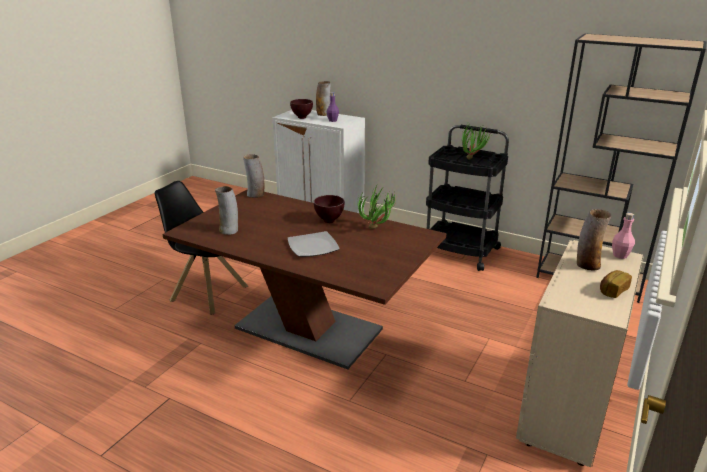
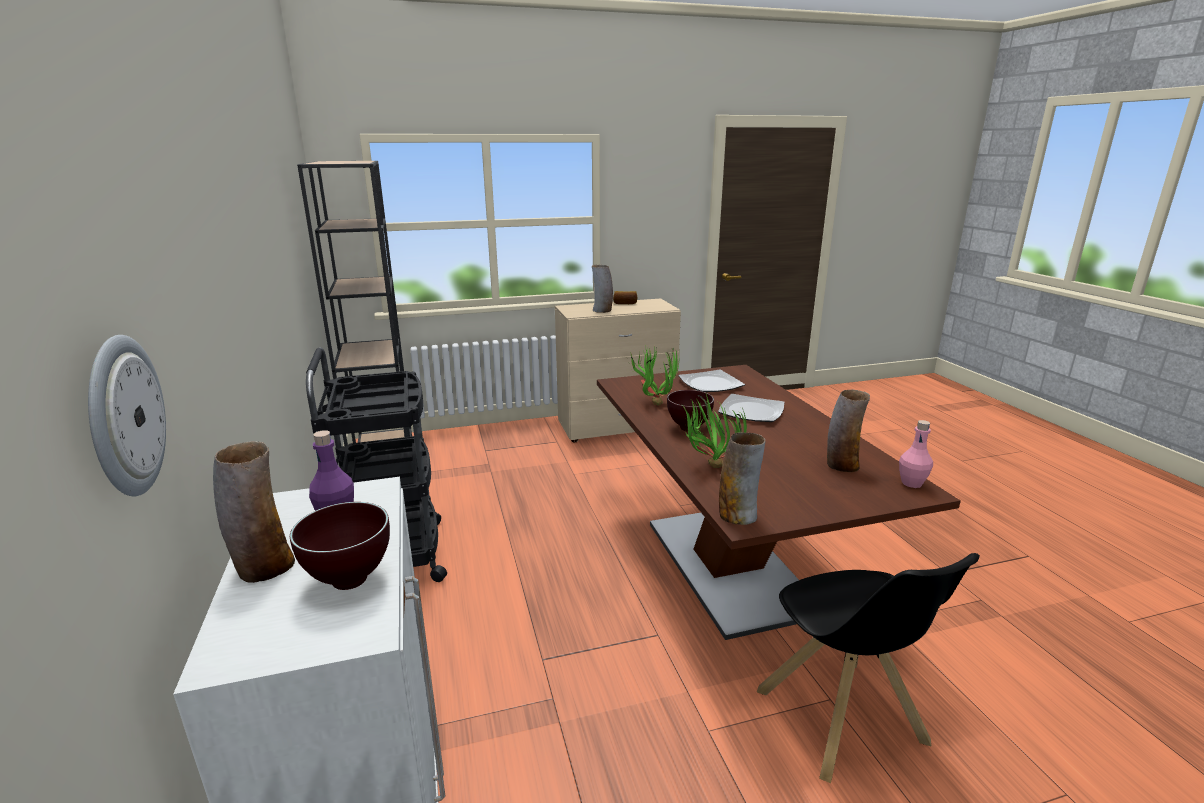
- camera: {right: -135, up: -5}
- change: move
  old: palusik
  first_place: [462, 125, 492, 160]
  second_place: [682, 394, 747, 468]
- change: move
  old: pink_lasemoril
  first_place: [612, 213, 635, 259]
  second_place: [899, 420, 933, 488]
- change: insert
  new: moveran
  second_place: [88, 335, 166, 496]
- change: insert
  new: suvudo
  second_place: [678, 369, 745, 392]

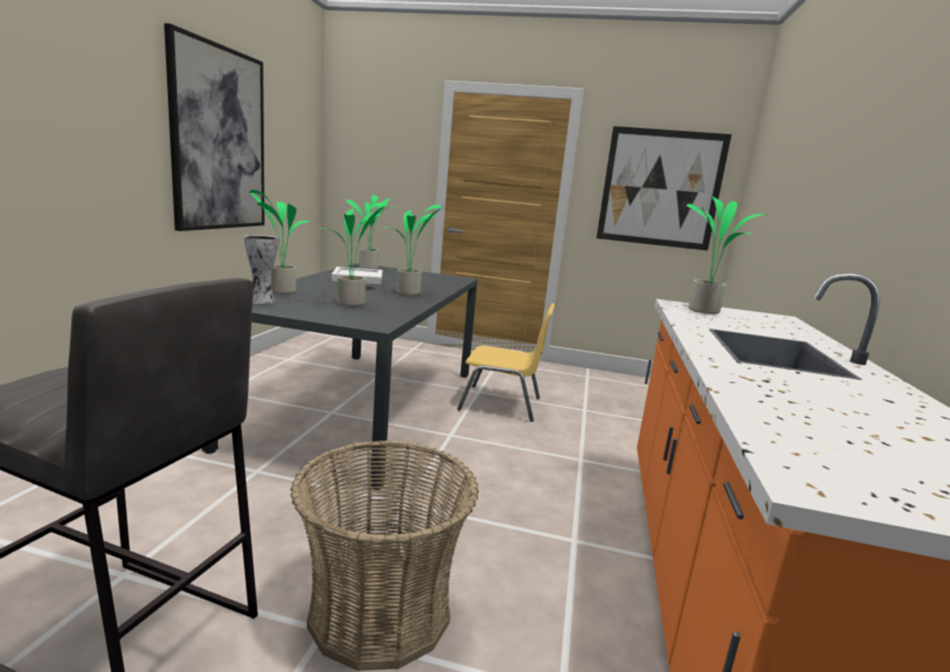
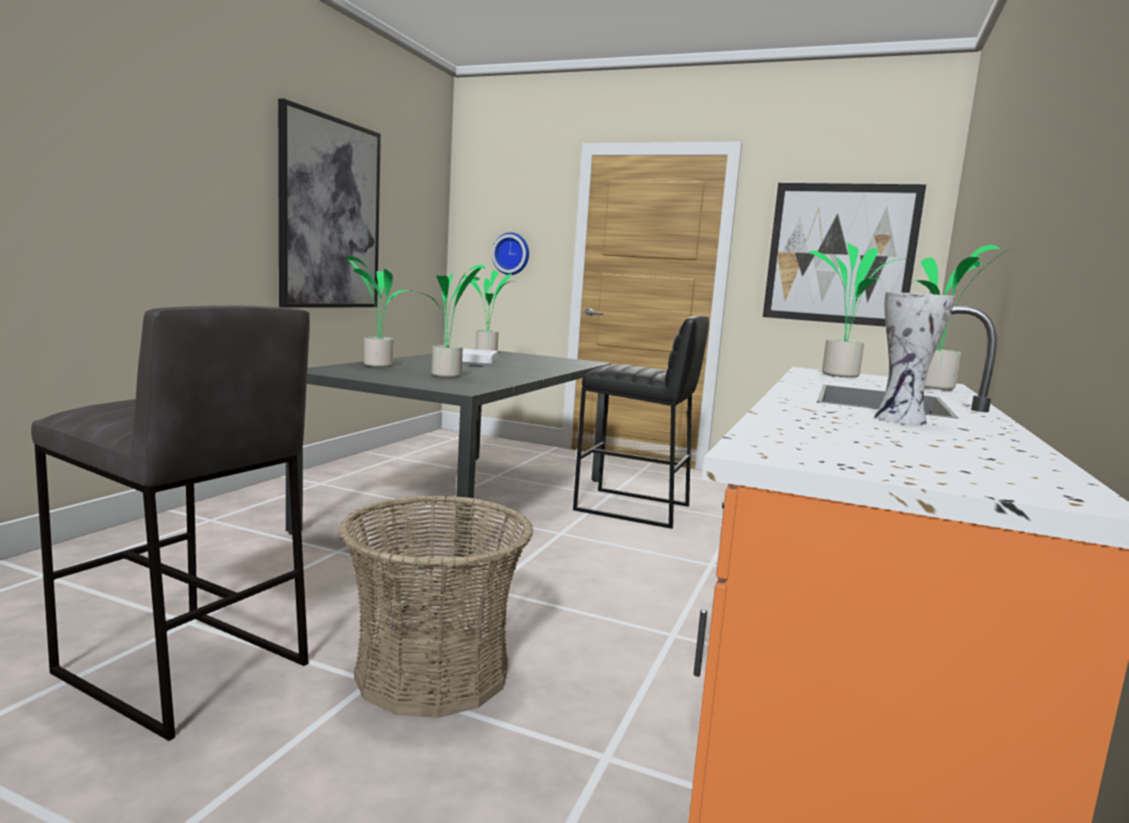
- camera: {right: 10, up: -5}
- change: move
  old: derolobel
  first_place: [244, 235, 279, 304]
  second_place: [874, 292, 955, 425]
- change: move
  old: palusik
  first_place: [384, 205, 441, 296]
  second_place: [912, 245, 1014, 390]
- change: replace
  old: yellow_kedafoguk
  new: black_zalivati
  first_place: [457, 303, 555, 422]
  second_place: [573, 316, 709, 529]
- change: insert
  new: moveran
  second_place: [492, 232, 529, 275]

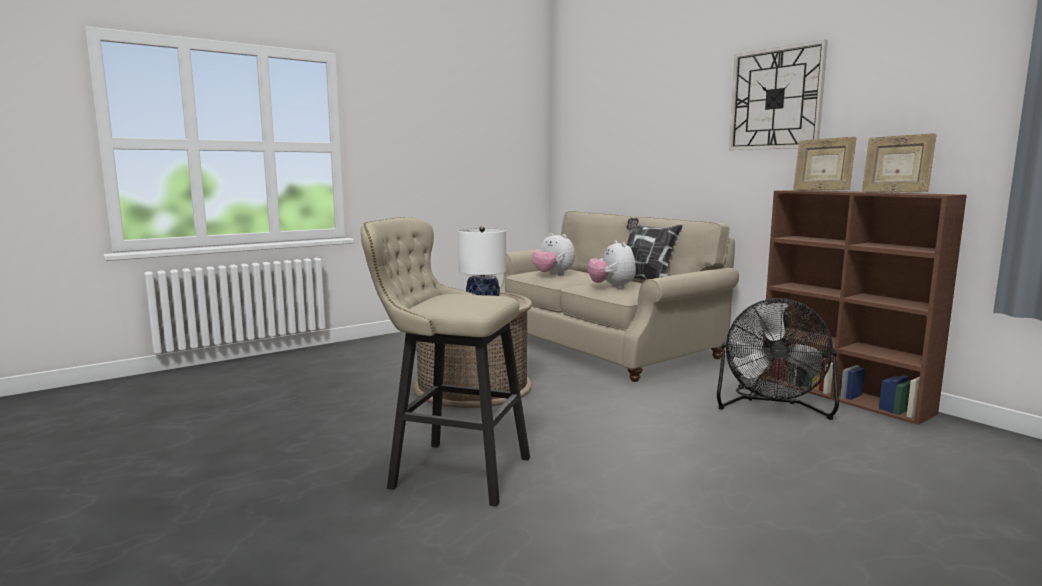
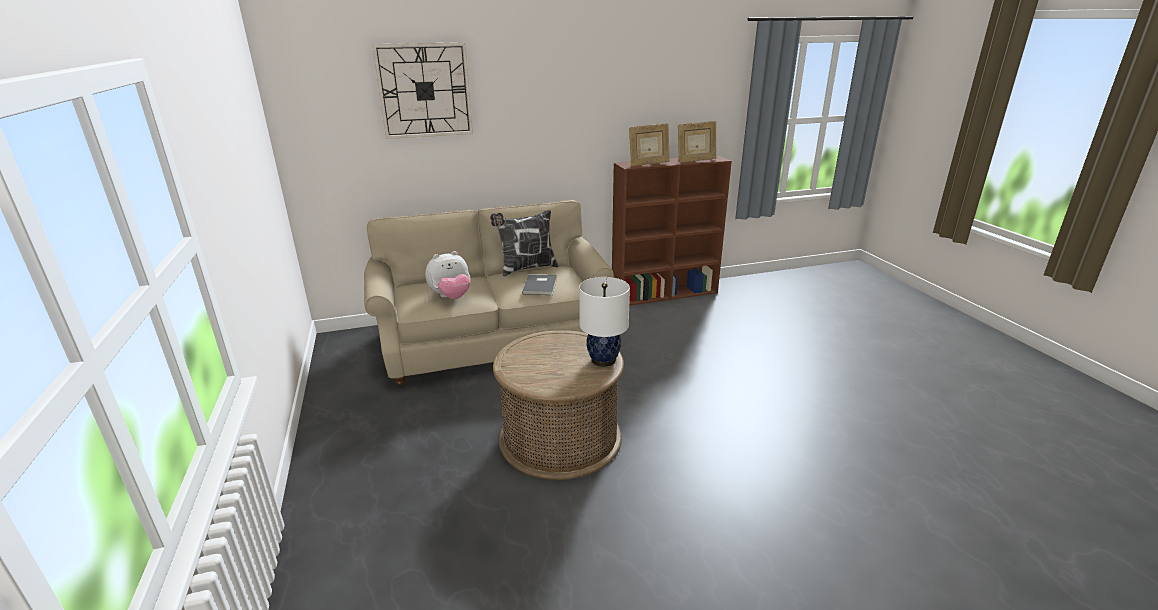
- camera: {right: -70, up: 15}
- change: delete
  old: beige_zalivati
  first_place: [361, 217, 530, 507]
- change: replace
  old: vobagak
  new: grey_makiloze
  first_place: [588, 240, 636, 289]
  second_place: [522, 275, 557, 295]
- change: delete
  old: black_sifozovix
  first_place: [717, 298, 839, 420]
- change: move
  old: moveran
  first_place: [729, 39, 828, 150]
  second_place: [372, 42, 473, 139]

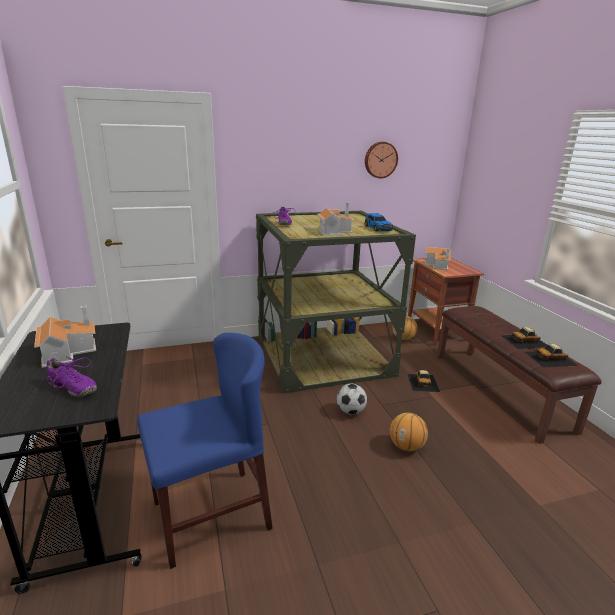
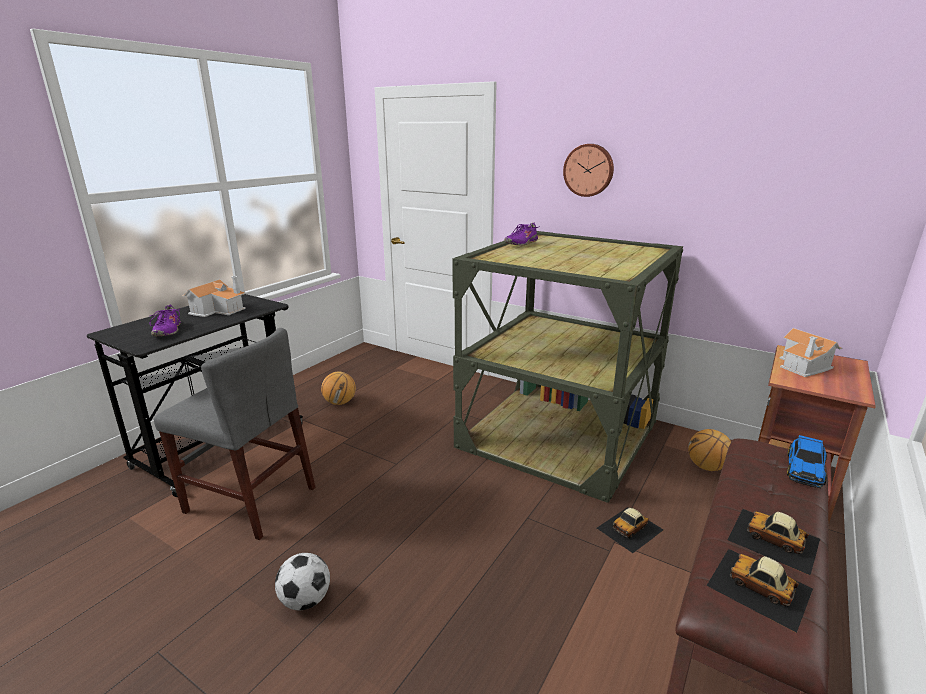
- camera: {right: 50, up: 0}
- change: recolor
  old: blue_kedafoguk
  new: grey_kedafoguk
  first_place: [137, 332, 273, 569]
  second_place: [154, 328, 315, 540]
- change: delete
  old: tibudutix
  first_place: [317, 203, 354, 235]
- change: move
  old: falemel
  first_place: [336, 384, 367, 415]
  second_place: [275, 553, 330, 610]
- change: move
  old: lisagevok
  first_place: [364, 213, 393, 232]
  second_place: [787, 435, 827, 488]
- change: move
  old: moveran
  first_place: [365, 142, 398, 178]
  second_place: [563, 144, 614, 197]
- change: move
  old: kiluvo
  first_place: [390, 413, 428, 451]
  second_place: [321, 372, 356, 405]

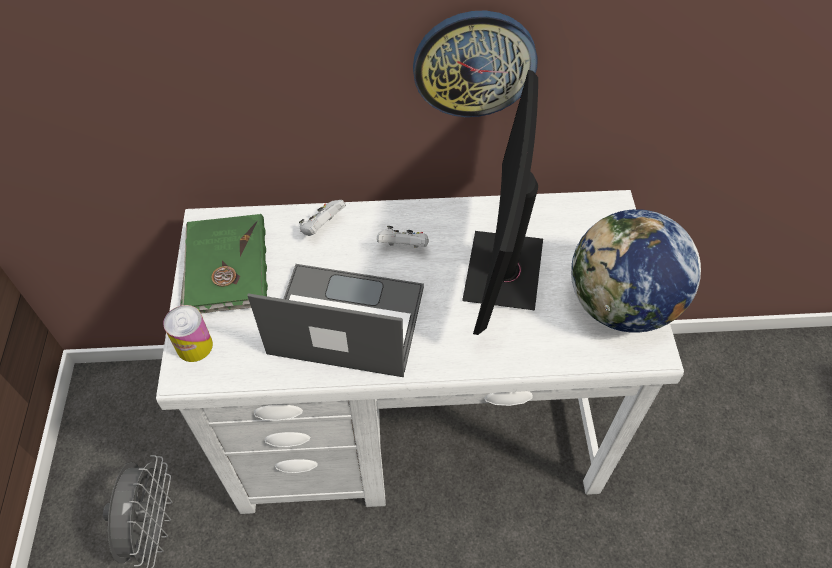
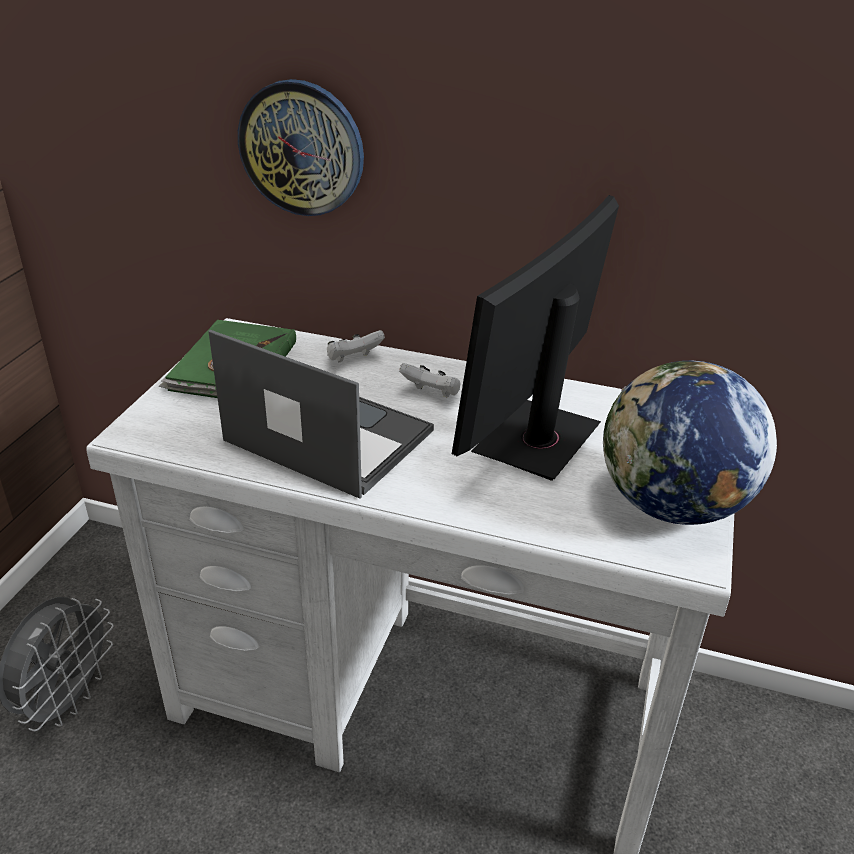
- camera: {right: 20, up: -20}
- change: delete
  old: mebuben
  first_place: [163, 305, 213, 362]
- change: move
  old: moveran
  first_place: [413, 11, 538, 117]
  second_place: [238, 79, 364, 216]

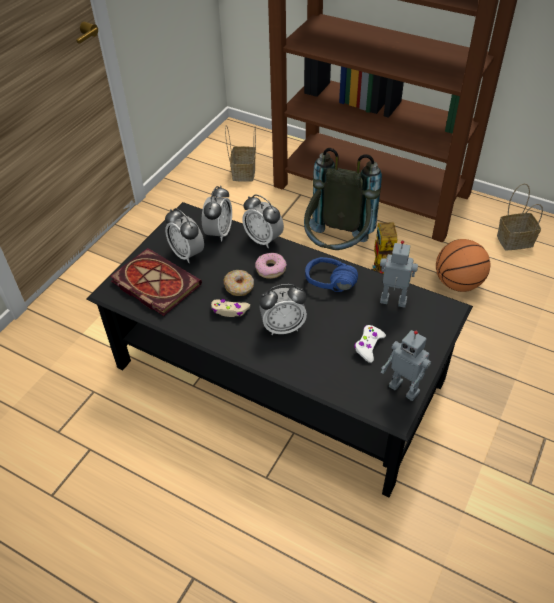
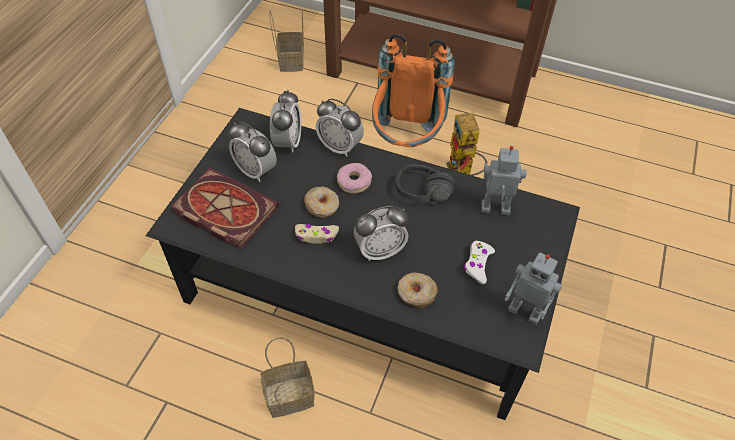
- camera: {right: -10, up: 5}
- change: recolor
  old: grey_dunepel
  new: orange_dunepel
  first_place: [304, 148, 382, 250]
  second_place: [372, 33, 455, 147]
- change: recolor
  old: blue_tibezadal
  new: black_tibezadal
  first_place: [305, 257, 358, 292]
  second_place: [395, 165, 455, 204]
- change: delete
  old: kiluvo
  first_place: [436, 239, 490, 292]
- change: move
  old: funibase
  first_place: [497, 184, 543, 250]
  second_place: [260, 337, 315, 418]
- change: insert
  new: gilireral
  second_place: [398, 272, 438, 307]

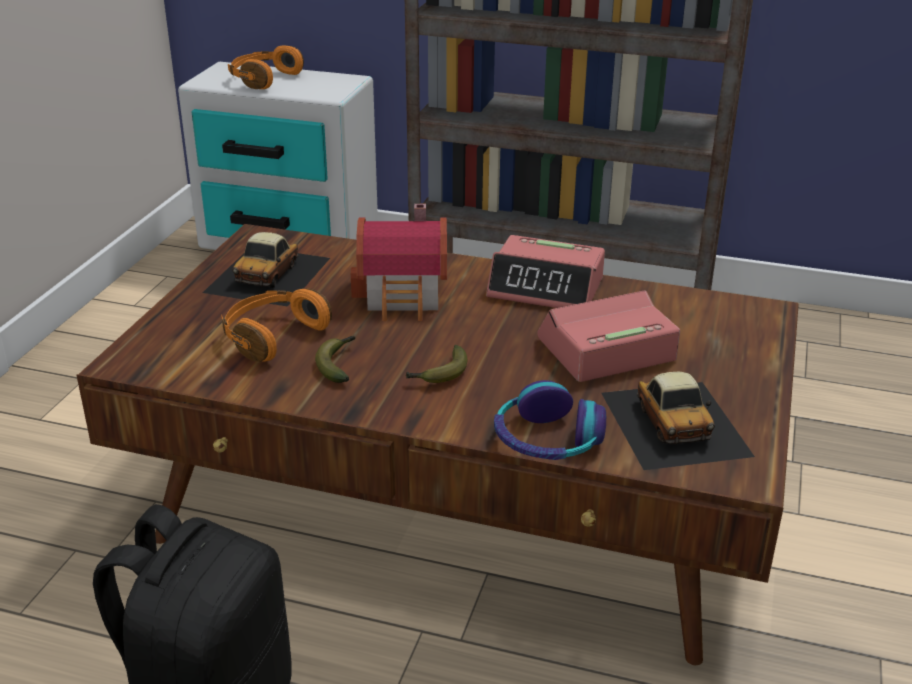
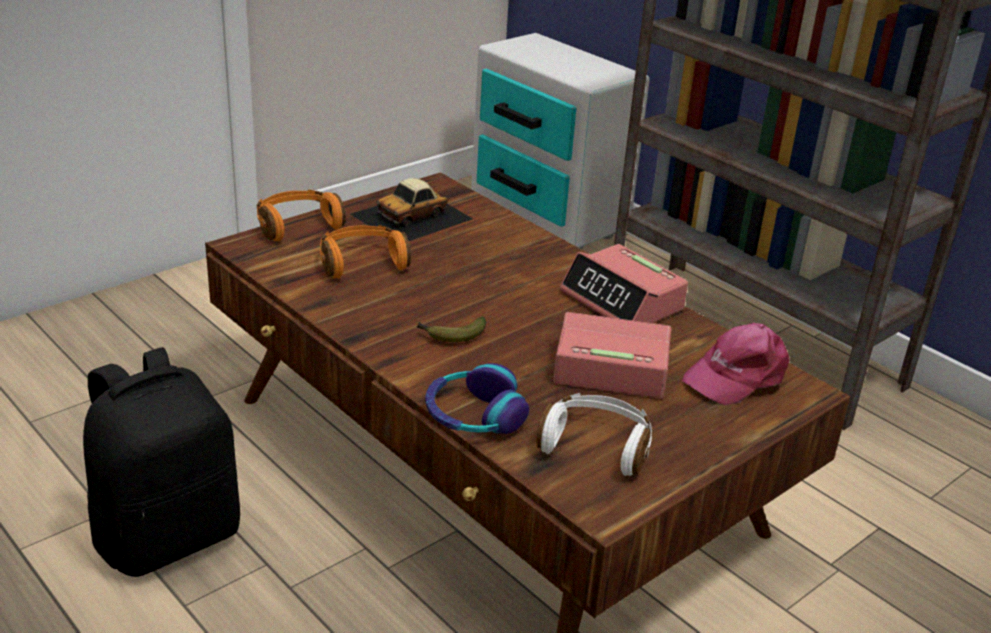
- camera: {right: 30, up: 0}
- change: move
  old: orange_tibezadal
  first_place: [228, 46, 304, 89]
  second_place: [257, 190, 346, 241]
- change: delete
  old: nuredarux
  first_place: [315, 336, 355, 383]
- change: delete
  old: tibudutix
  first_place: [351, 204, 447, 321]
- change: replace
  old: lisagevok
  new: white_tibezadal
  first_place: [601, 372, 755, 470]
  second_place: [536, 393, 652, 476]
- change: insert
  new: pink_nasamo
  second_place: [682, 323, 790, 406]

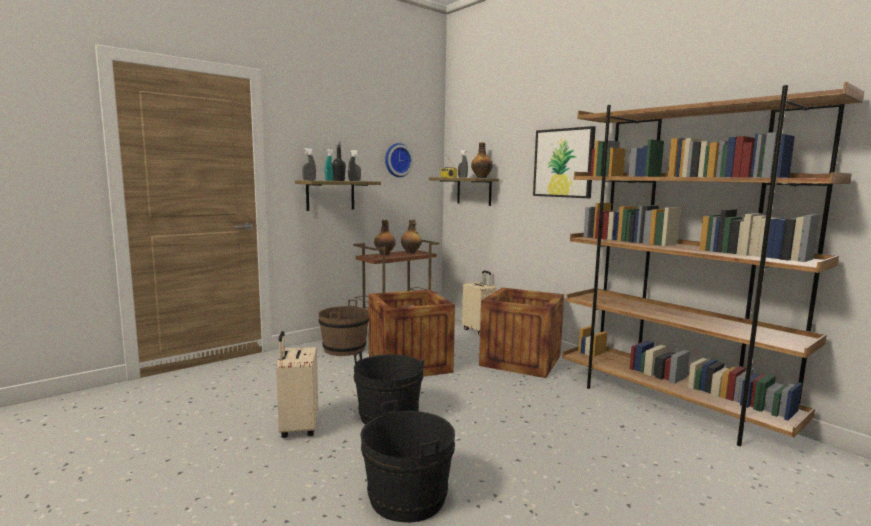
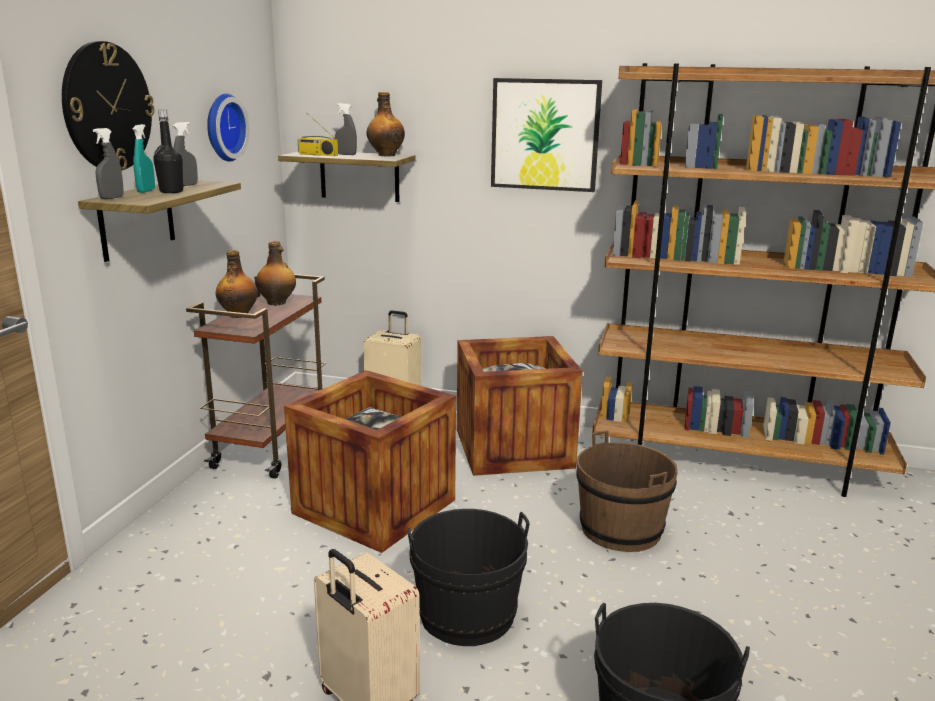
- camera: {right: -35, up: 10}
- change: move
  old: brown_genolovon
  first_place: [318, 300, 369, 356]
  second_place: [576, 430, 678, 552]
- change: insert
  new: moveran
  second_place: [62, 41, 155, 170]

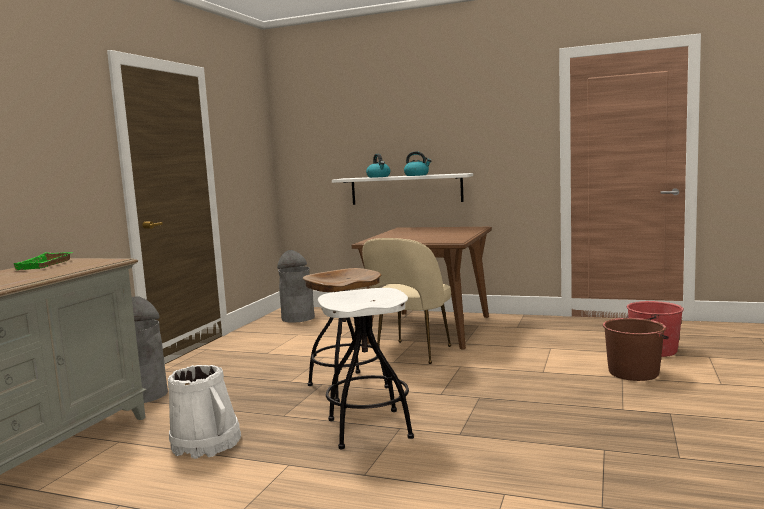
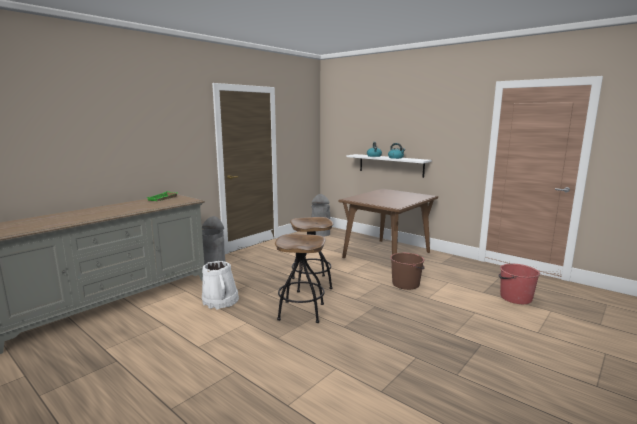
- camera: {right: 20, up: 5}
- change: recolor
  old: white_zalivati
  new: brown_zalivati
  first_place: [318, 288, 414, 449]
  second_place: [275, 234, 326, 323]
- change: delete
  old: beige_kedafoguk
  first_place: [362, 238, 451, 364]
- change: move
  old: brown_genolovon
  first_place: [603, 318, 669, 381]
  second_place: [390, 253, 425, 290]

